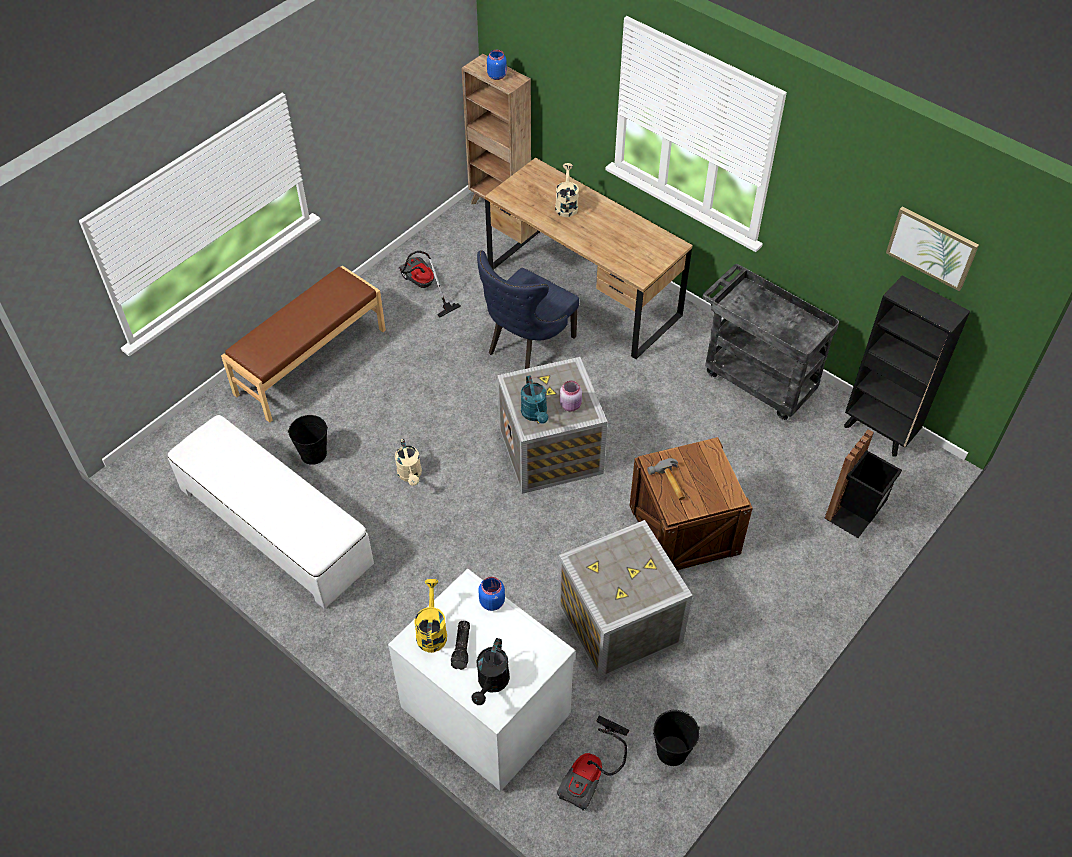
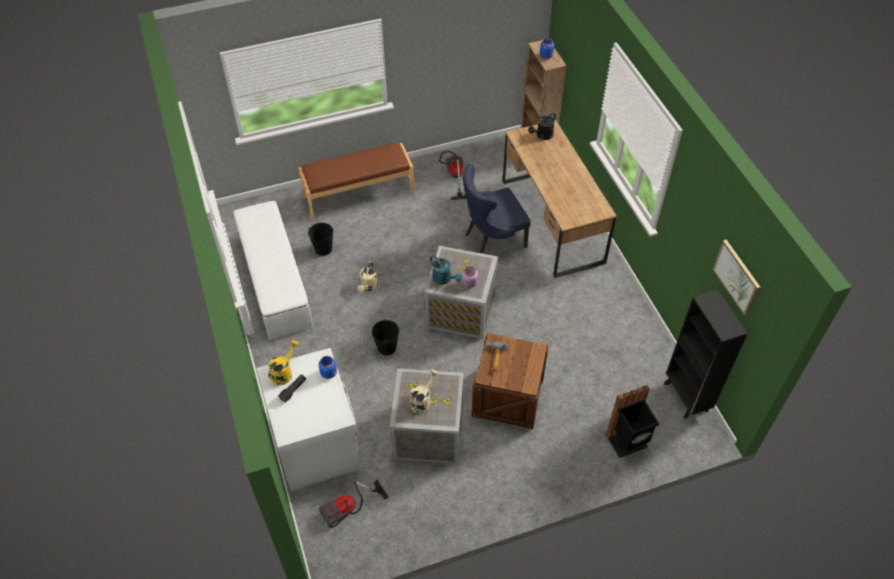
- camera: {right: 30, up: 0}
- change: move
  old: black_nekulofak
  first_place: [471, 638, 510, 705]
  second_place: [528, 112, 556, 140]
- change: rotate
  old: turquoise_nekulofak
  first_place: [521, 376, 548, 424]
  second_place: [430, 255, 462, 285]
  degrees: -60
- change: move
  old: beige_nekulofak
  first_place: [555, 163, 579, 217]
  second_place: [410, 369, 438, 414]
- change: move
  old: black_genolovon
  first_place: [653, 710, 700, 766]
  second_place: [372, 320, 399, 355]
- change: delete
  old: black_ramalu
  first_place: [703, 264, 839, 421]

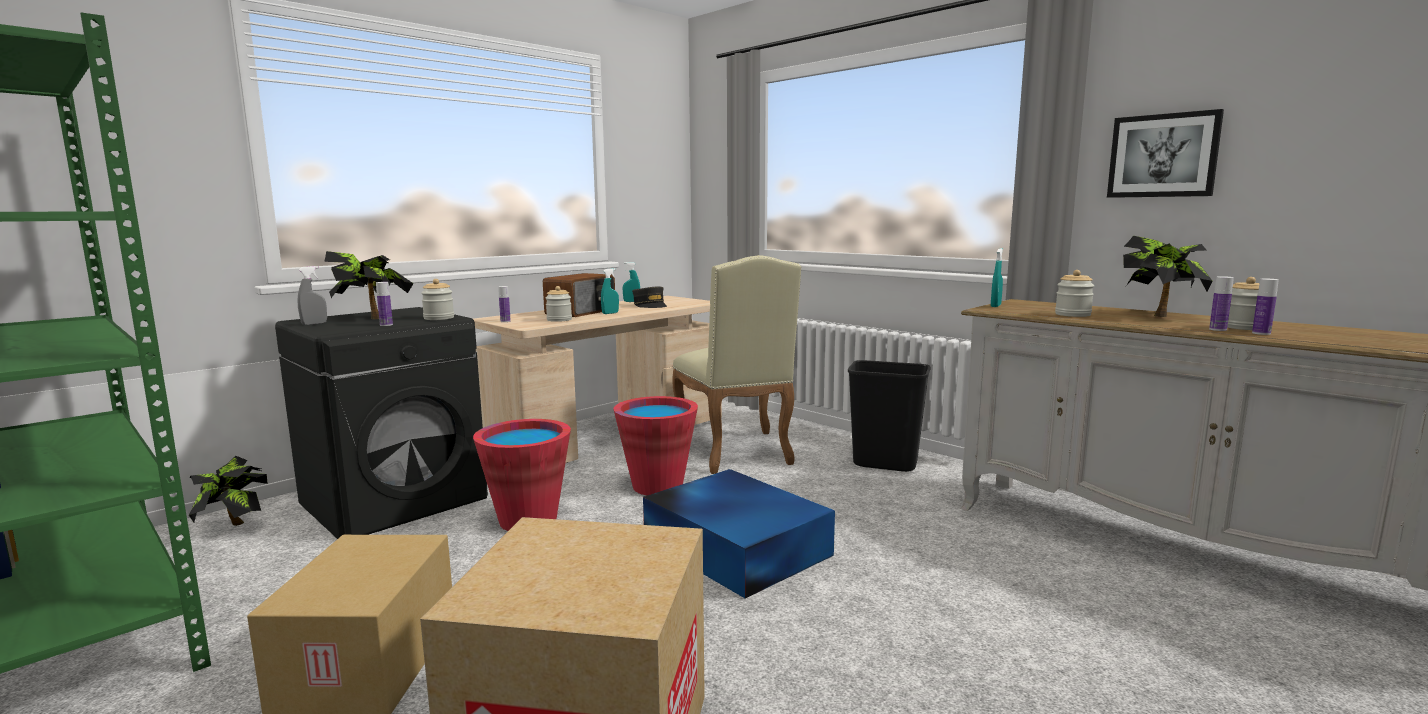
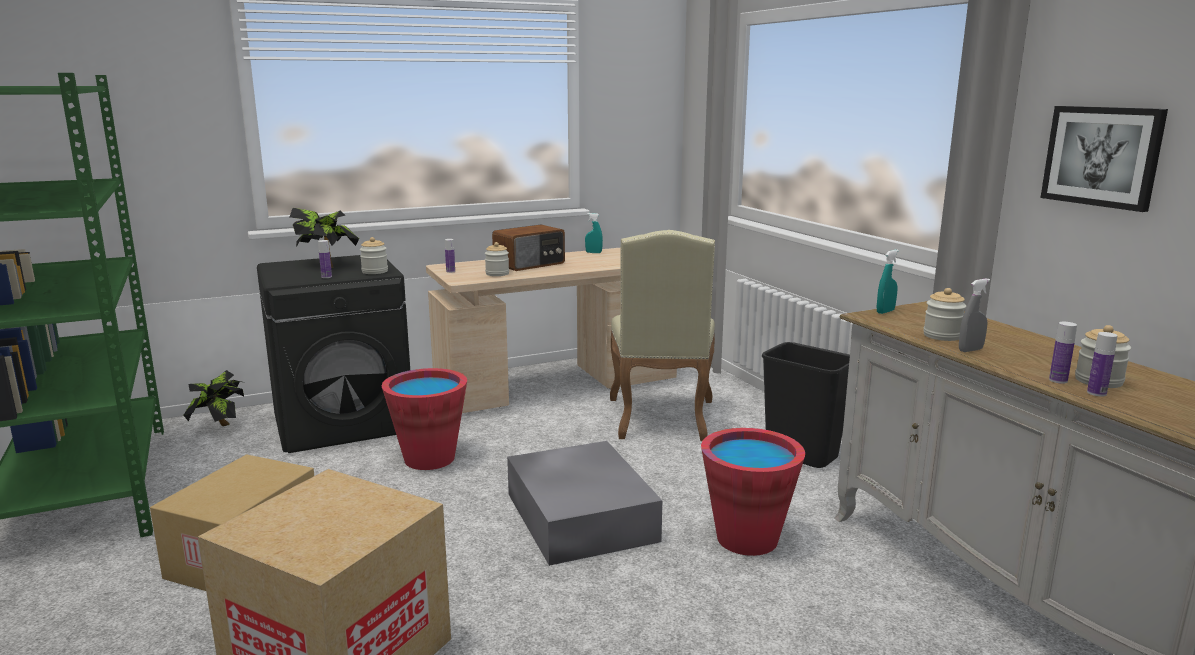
- camera: {right: 20, up: 5}
- change: move
  old: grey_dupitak
  first_place: [298, 266, 327, 326]
  second_place: [959, 278, 990, 352]
- change: delete
  old: turquoise_dupitak
  first_place: [601, 268, 619, 314]
- change: move
  old: red_genolovon
  first_place: [613, 396, 698, 495]
  second_place: [701, 428, 805, 556]
- change: delete
  old: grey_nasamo
  first_place: [632, 287, 667, 308]
- change: recolor
  old: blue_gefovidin
  new: grey_gefovidin
  first_place: [643, 469, 835, 598]
  second_place: [507, 441, 662, 566]
- change: delete
  old: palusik
  first_place: [1123, 236, 1212, 317]

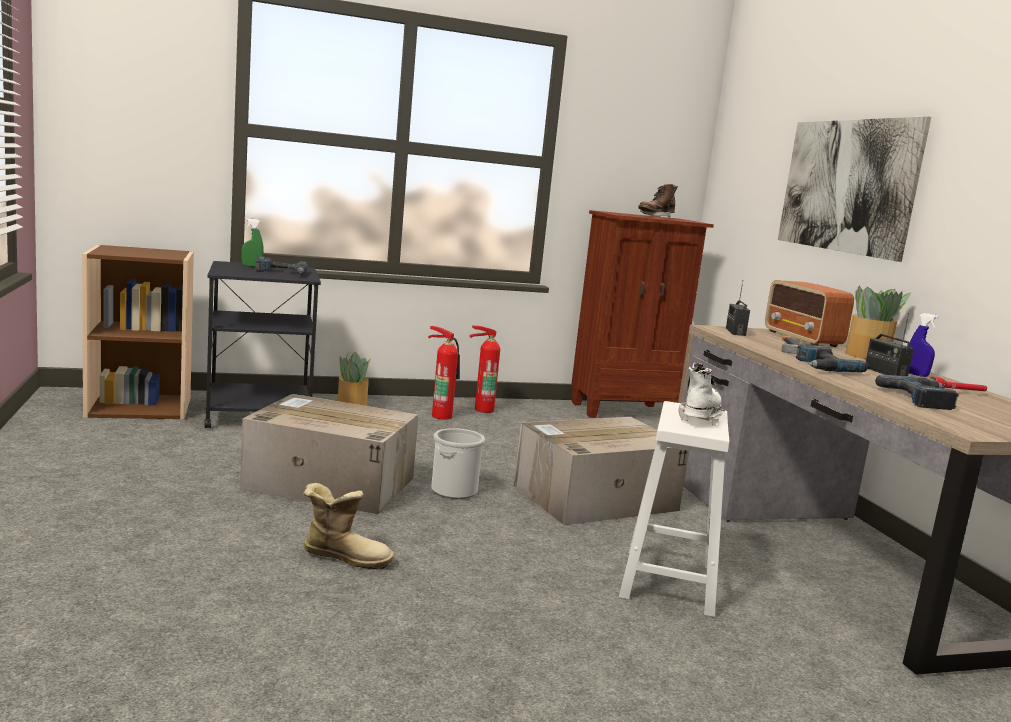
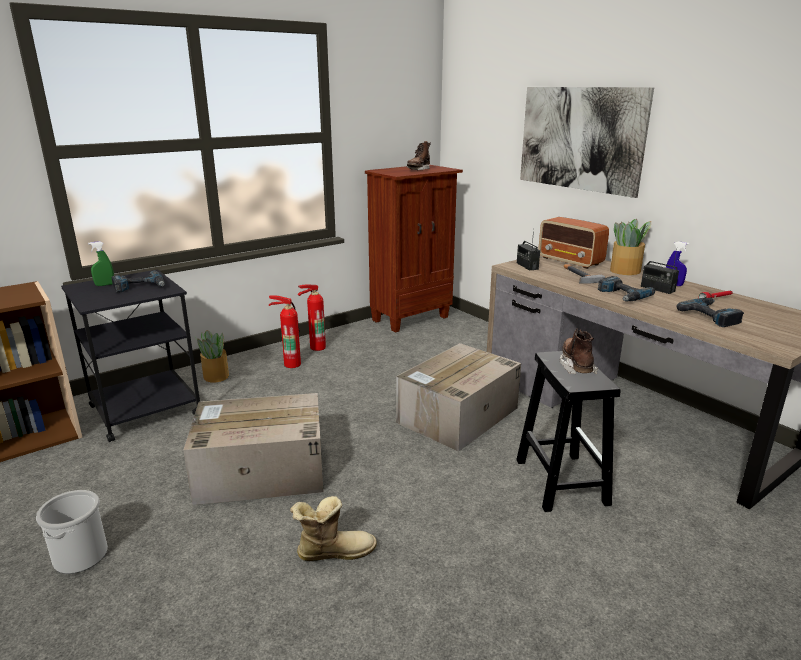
- camera: {right: -20, up: 10}
- change: move
  old: genolovon
  first_place: [431, 428, 485, 499]
  second_place: [36, 490, 108, 574]
- change: recolor
  old: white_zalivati
  new: black_zalivati
  first_place: [619, 401, 730, 617]
  second_place: [516, 351, 621, 512]
- change: recolor
  old: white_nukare
  new: brown_nukare
  first_place: [679, 363, 725, 426]
  second_place: [560, 328, 598, 374]

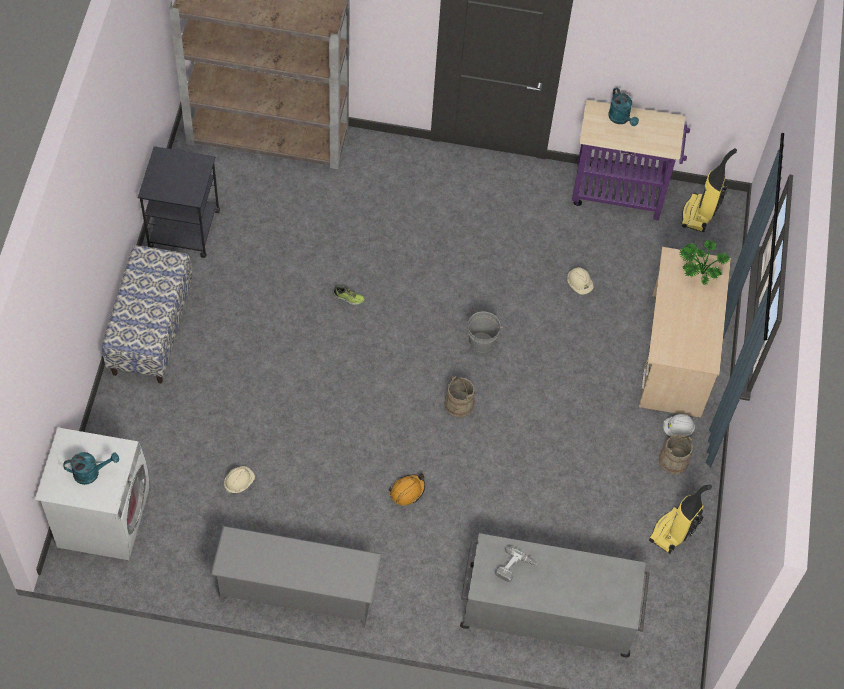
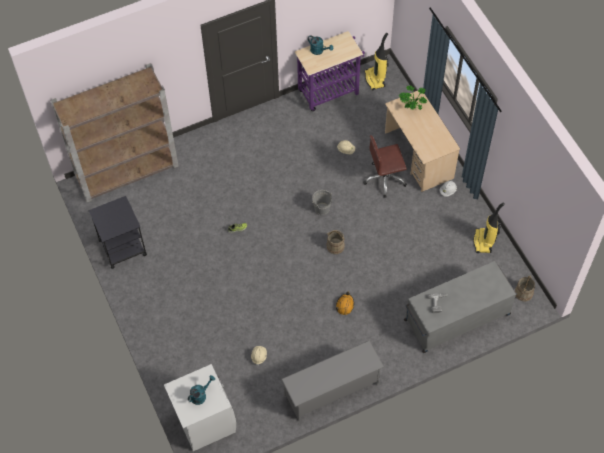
- camera: {right: -30, up: 0}
- change: delete
  old: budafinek
  first_place: [102, 245, 193, 383]
- change: move
  old: beige_genolovon
  first_place: [659, 434, 693, 474]
  second_place: [515, 275, 535, 301]
- change: insert
  new: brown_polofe
  second_place: [363, 135, 407, 198]

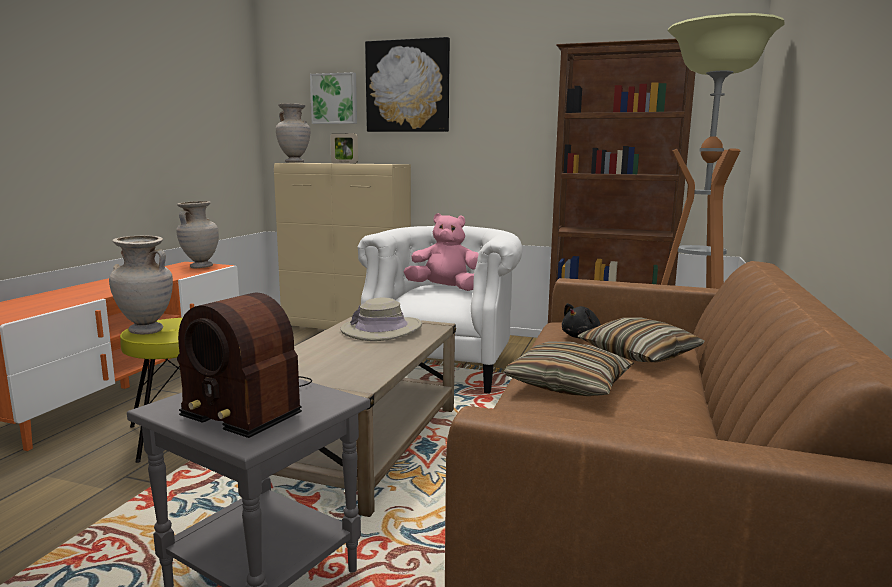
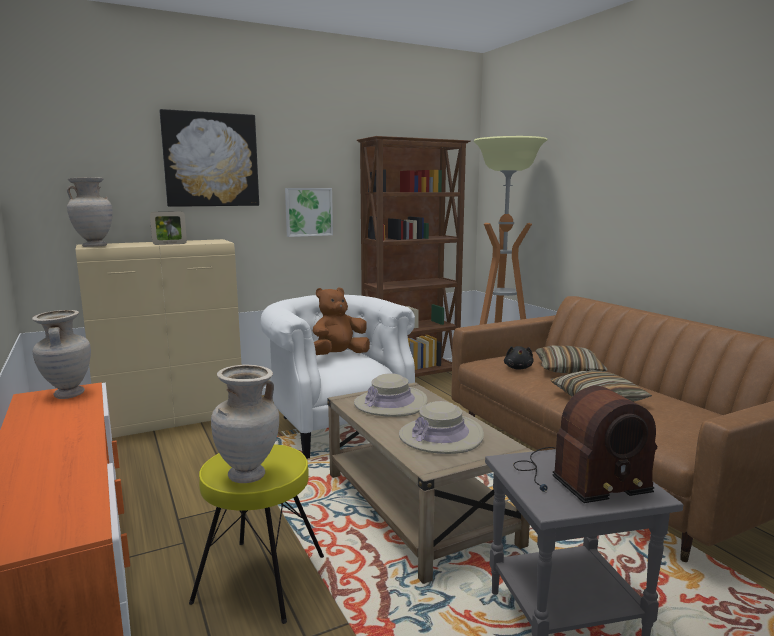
- camera: {right: -45, up: 0}
- change: move
  old: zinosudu
  first_place: [310, 72, 357, 124]
  second_place: [285, 188, 333, 237]
- change: recolor
  old: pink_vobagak
  new: brown_vobagak
  first_place: [404, 213, 479, 291]
  second_place: [313, 287, 370, 355]
- change: insert
  new: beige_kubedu
  second_place: [399, 401, 484, 454]

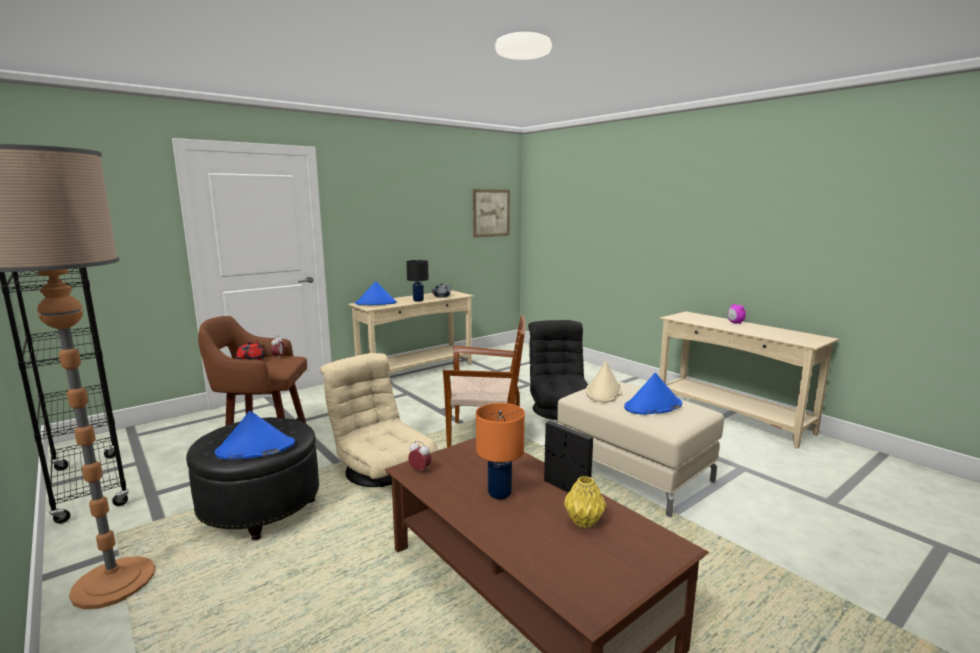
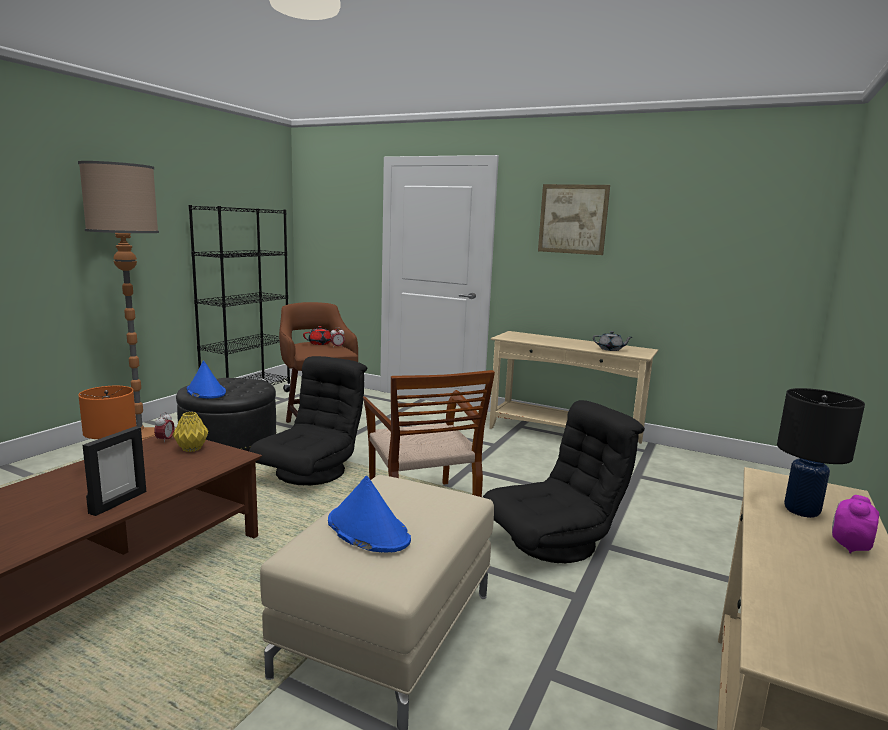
- camera: {right: 65, up: 0}
- change: recolor
  old: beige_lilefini
  new: black_lilefini
  first_place: [319, 353, 438, 487]
  second_place: [249, 356, 367, 485]
- change: delete
  old: blue_kubedu
  first_place: [355, 281, 397, 305]
- change: move
  old: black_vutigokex
  first_place: [406, 260, 429, 301]
  second_place: [777, 388, 865, 518]
- change: move
  old: zinosudu
  first_place: [473, 189, 510, 238]
  second_place: [538, 184, 610, 255]
- change: move
  old: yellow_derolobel
  first_place: [564, 476, 606, 528]
  second_place: [173, 412, 208, 452]
- change: delete
  old: beige_kubedu
  first_place: [586, 361, 622, 403]

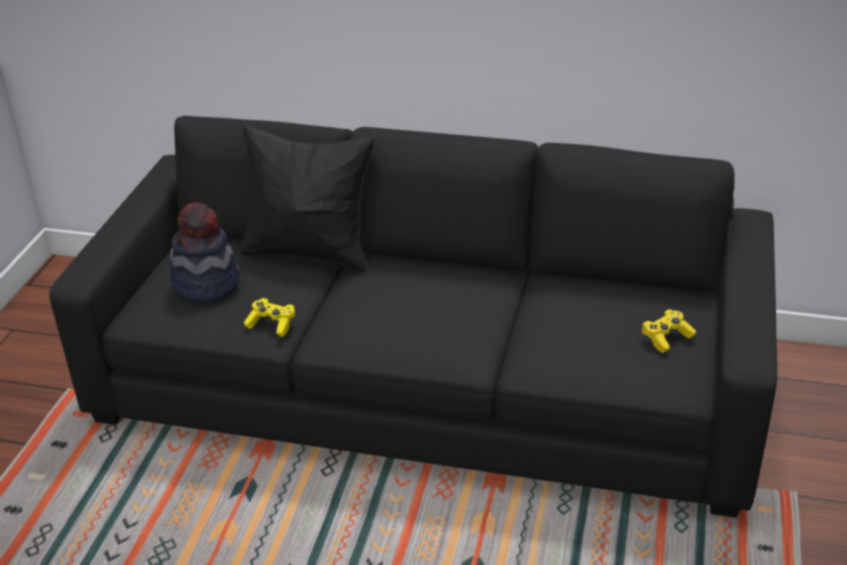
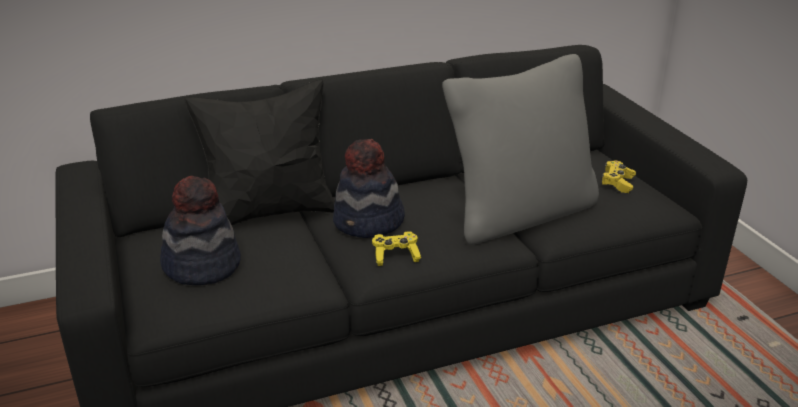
- camera: {right: -35, up: -5}
- change: move
  old: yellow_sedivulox
  first_place: [244, 298, 296, 337]
  second_place: [372, 231, 421, 266]
- change: insert
  new: kubedu
  second_place: [333, 139, 405, 238]
- change: insert
  new: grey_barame
  second_place: [442, 54, 599, 245]

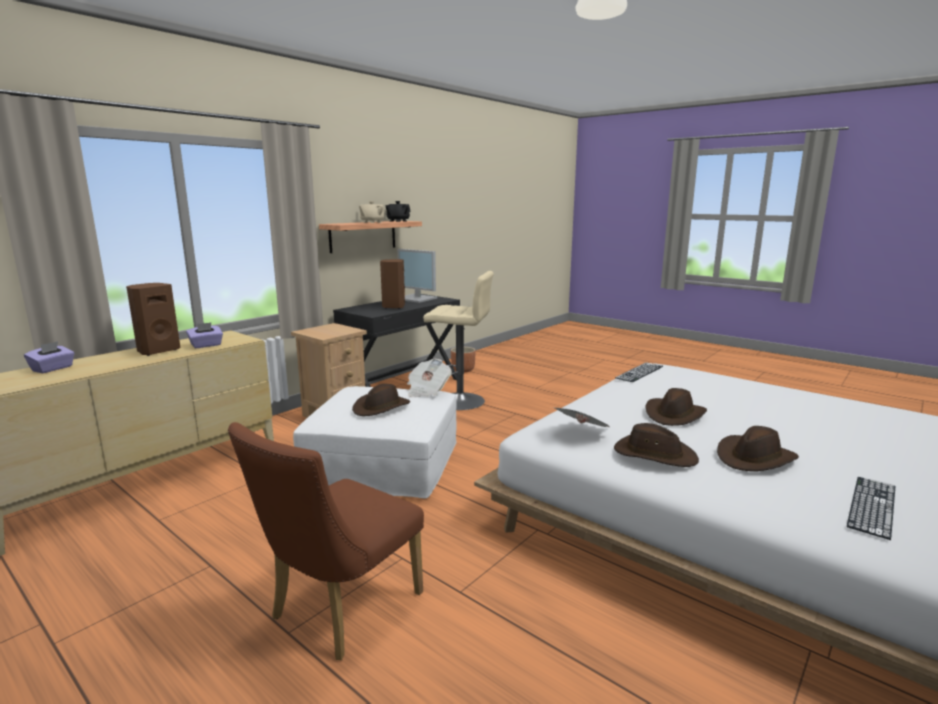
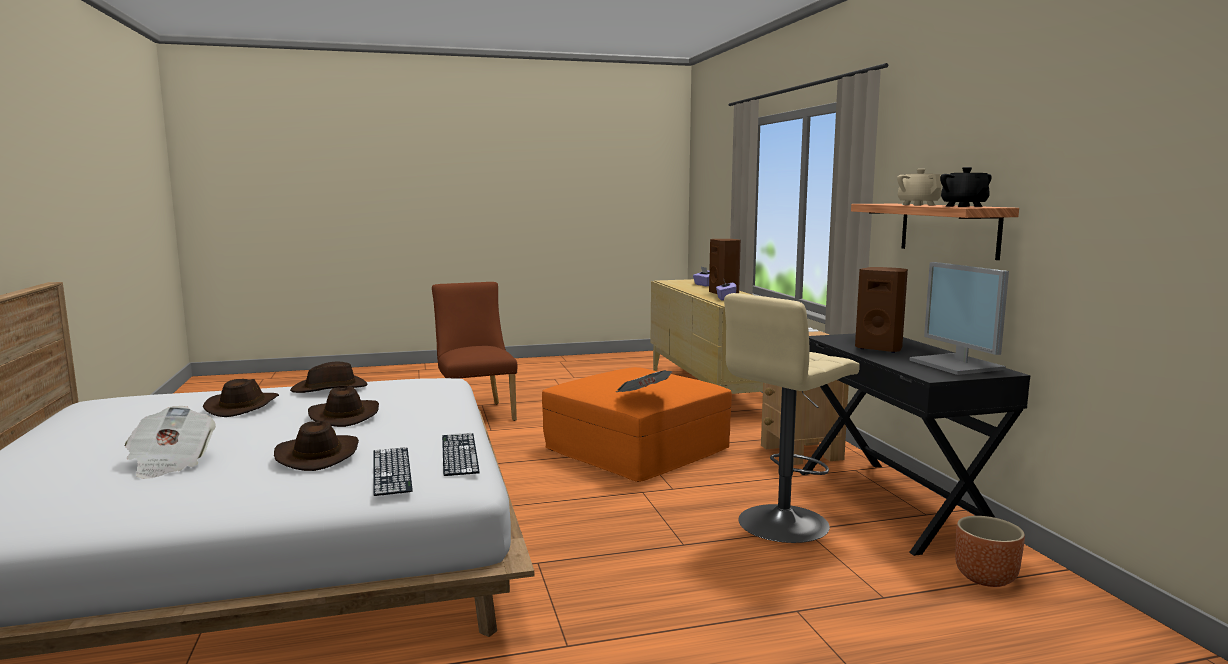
- camera: {right: 125, up: -5}
- change: recolor
  old: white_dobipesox
  new: orange_dobipesox
  first_place: [293, 386, 457, 498]
  second_place: [542, 367, 732, 482]
- change: move
  old: brown_kubedu
  first_place: [352, 384, 410, 416]
  second_place: [274, 420, 359, 471]
- change: rotate
  old: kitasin
  first_place: [397, 249, 438, 303]
  second_place: [909, 262, 1009, 375]
  degrees: -90
- change: move
  old: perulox
  first_place: [551, 407, 610, 427]
  second_place: [125, 406, 216, 479]
- change: move
  old: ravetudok
  first_place: [847, 477, 895, 540]
  second_place: [373, 447, 413, 496]

